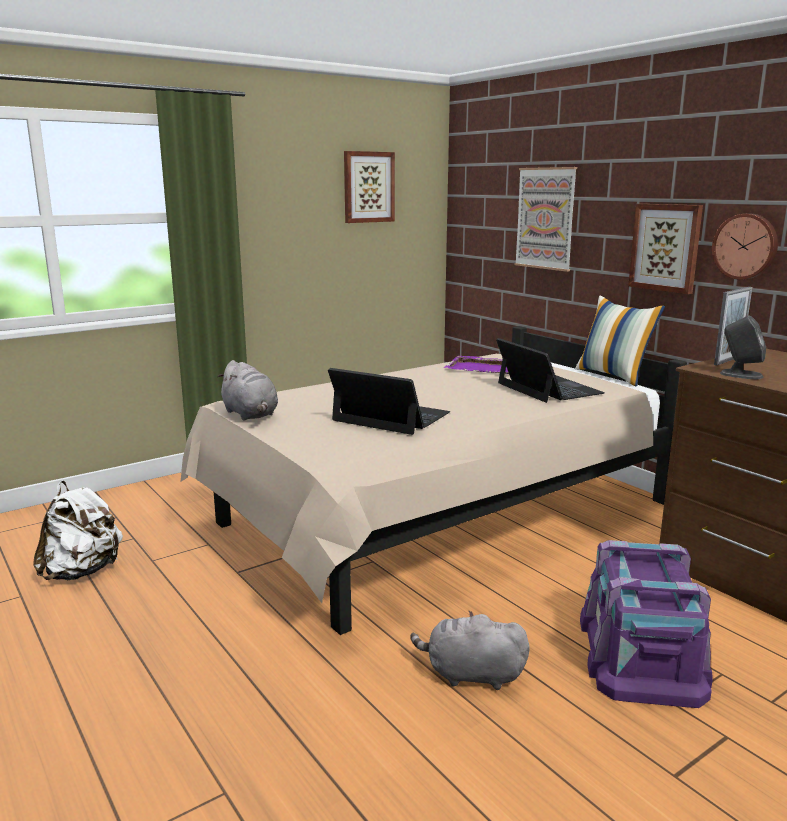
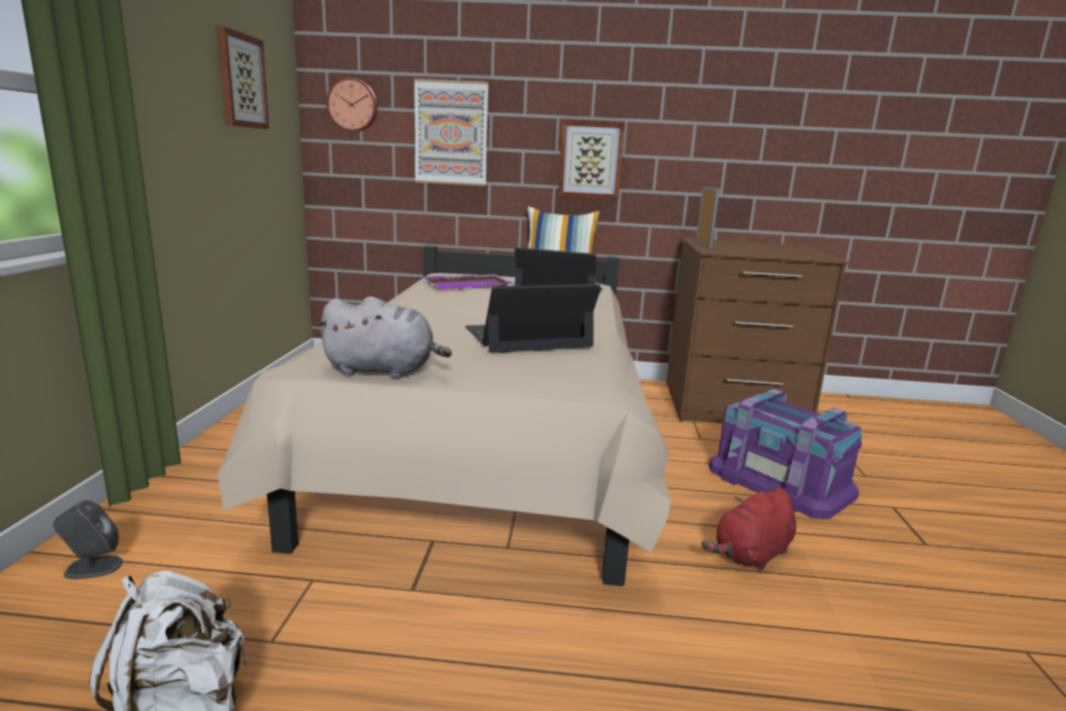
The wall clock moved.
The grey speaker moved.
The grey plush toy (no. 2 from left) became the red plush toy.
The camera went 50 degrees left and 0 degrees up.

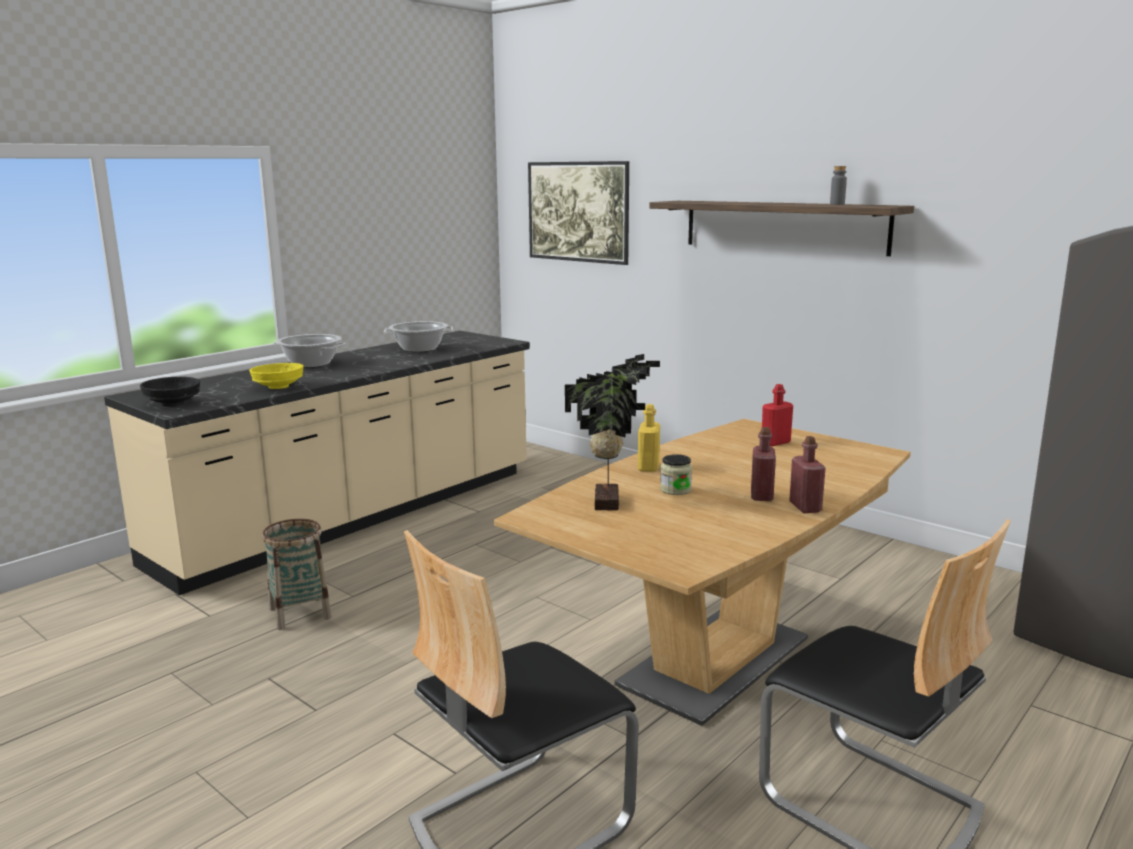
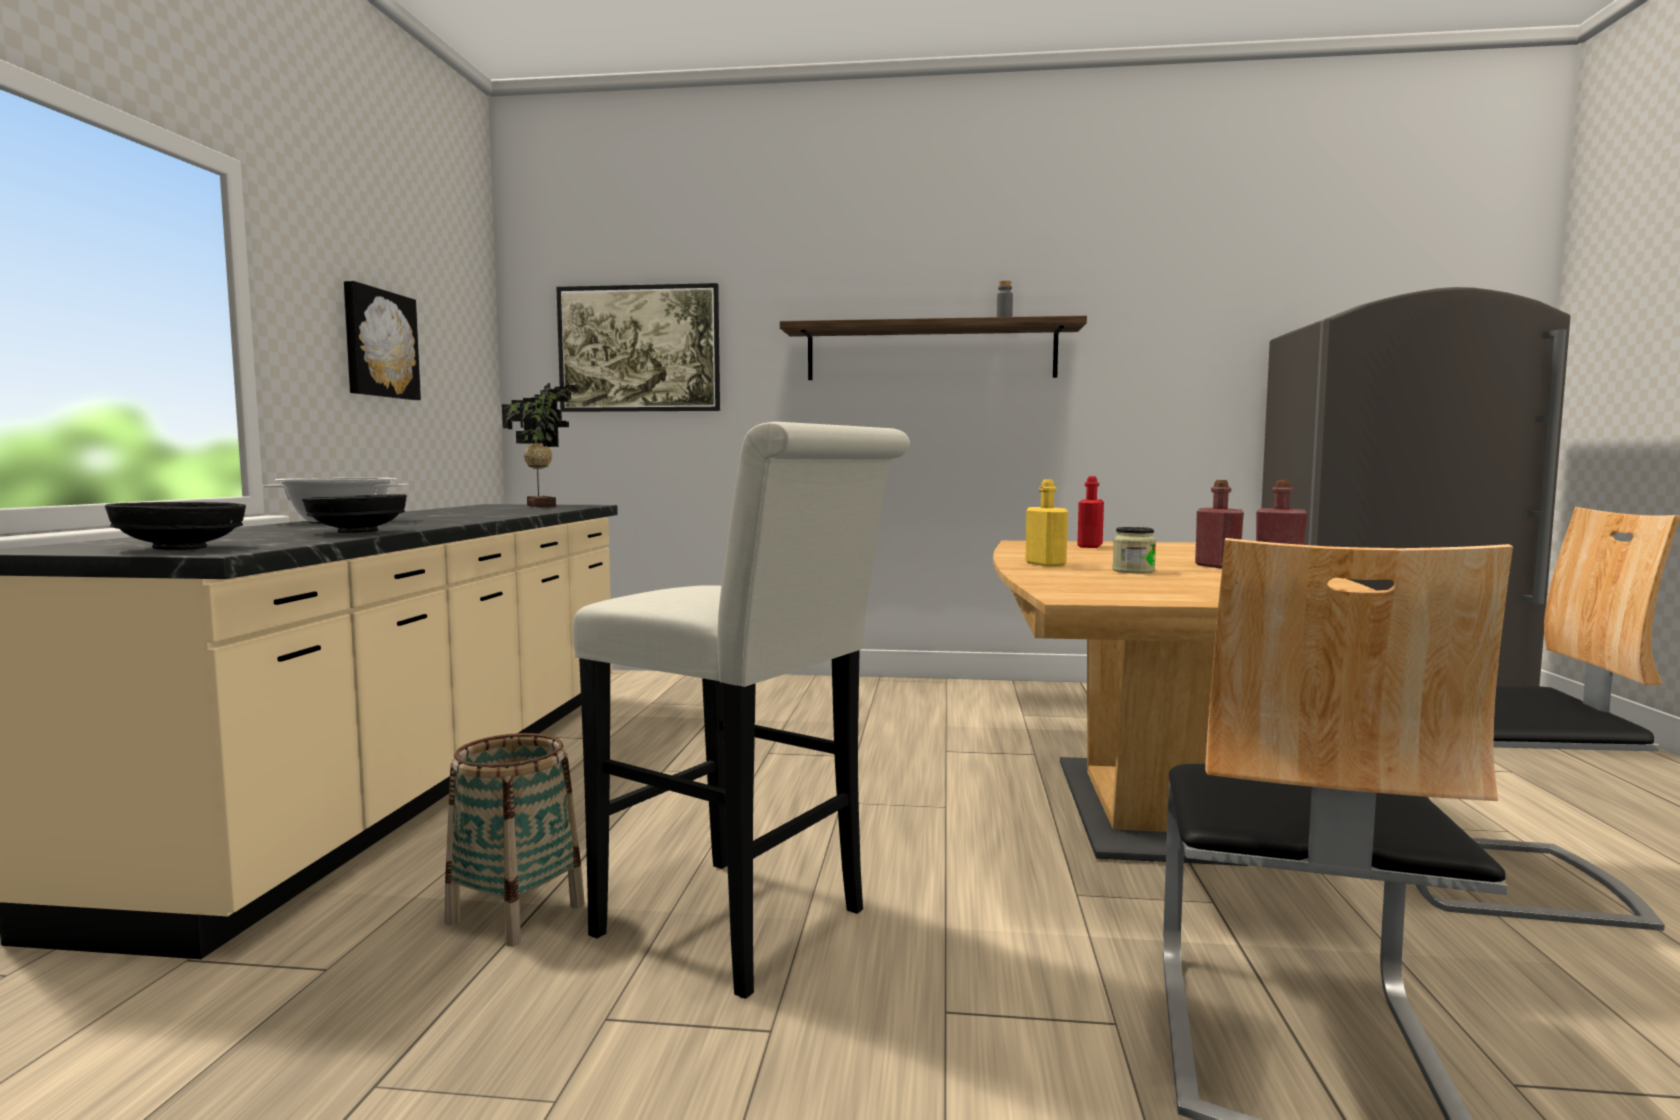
The cooking pot (no. 2 from left) disappeared.
The potted plant moved.
The yellow bowl became the black bowl (no. 2 from left).
The picture (no. 1 from left) appeared.
The white stool appeared.
The camera went 35 degrees left and 10 degrees down.

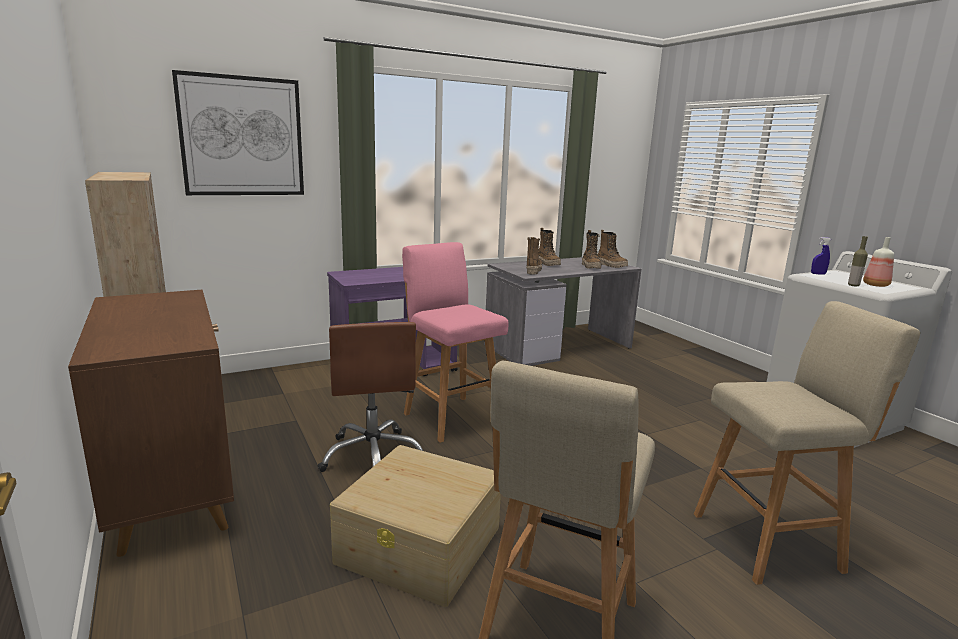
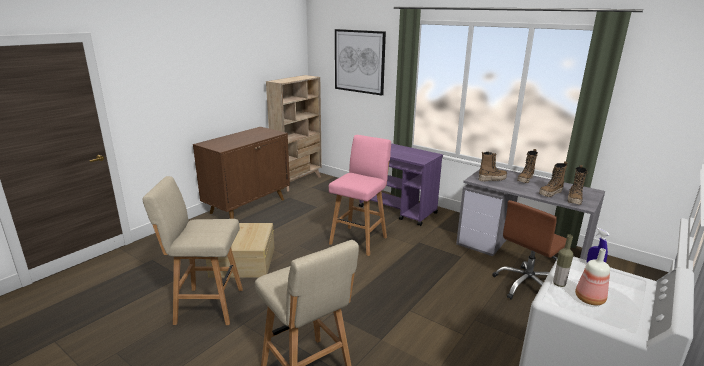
The brown office chair moved.
The camera went 65 degrees right and 5 degrees up.

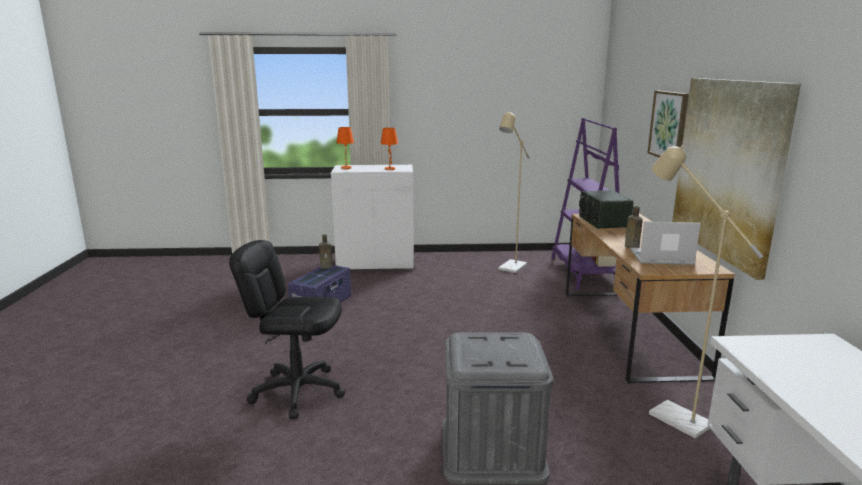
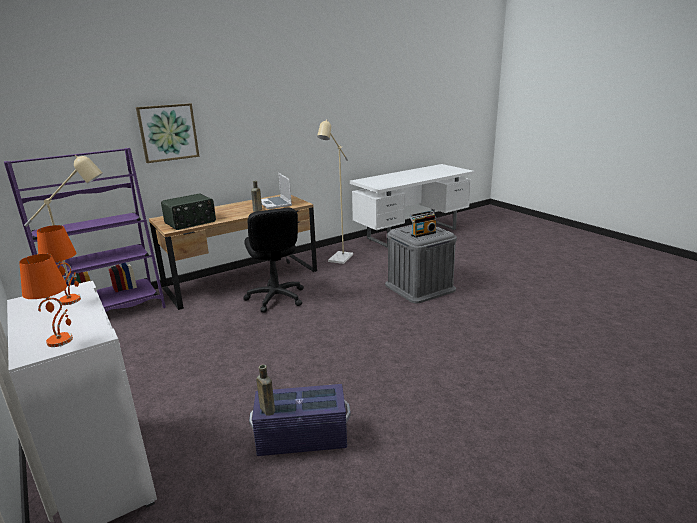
The picture (no. 2 from left) disappeared.
The black office chair moved.
The radio (no. 2 from left) appeared.
The camera went 120 degrees left and 5 degrees up.

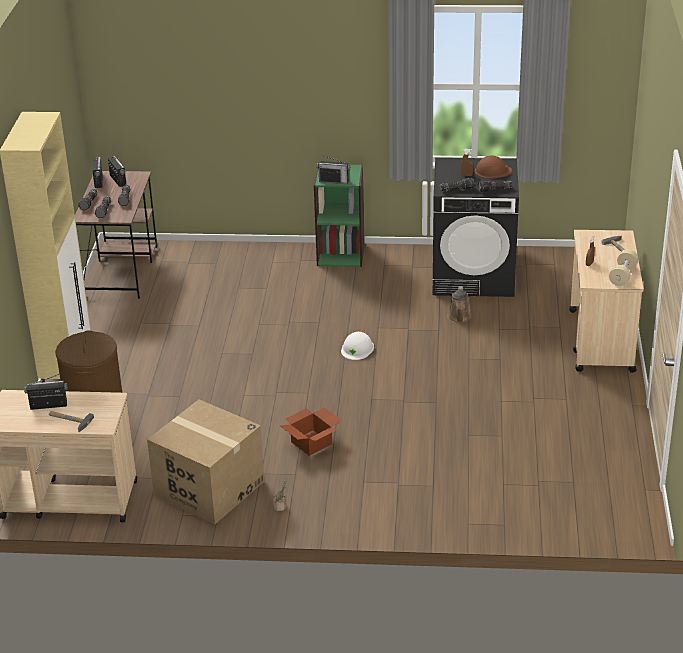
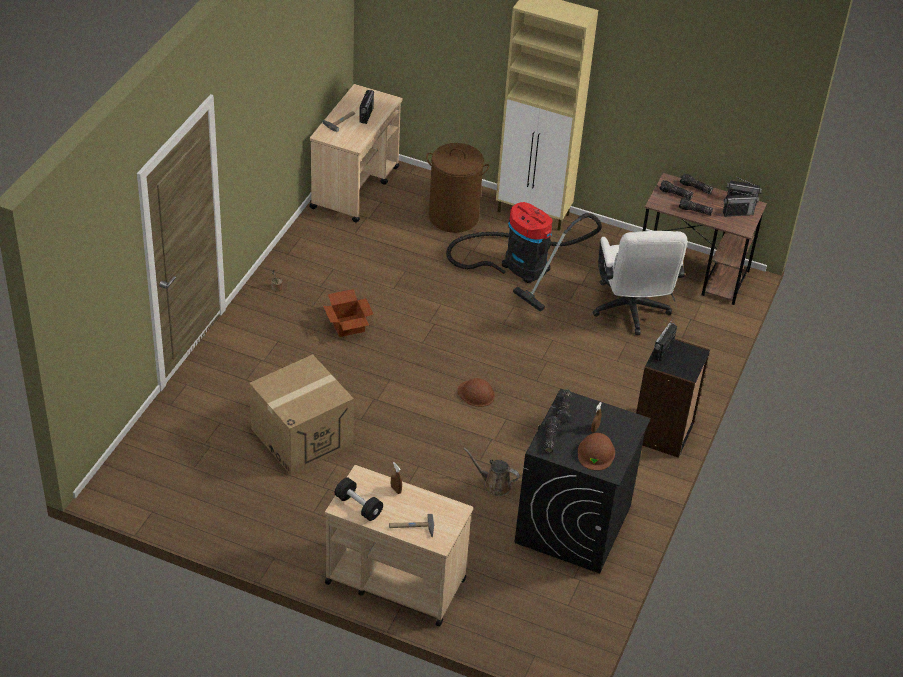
The green bookcase became the black bookcase.
The beige dumbbell became the black dumbbell.
The white hard hat became the brown hard hat (no. 1 from left).
The cardboard box (no. 1 from left) moved.
The vacuum cleaner appeared.
The white office chair appeared.
The camera went 105 degrees right and 10 degrees up.

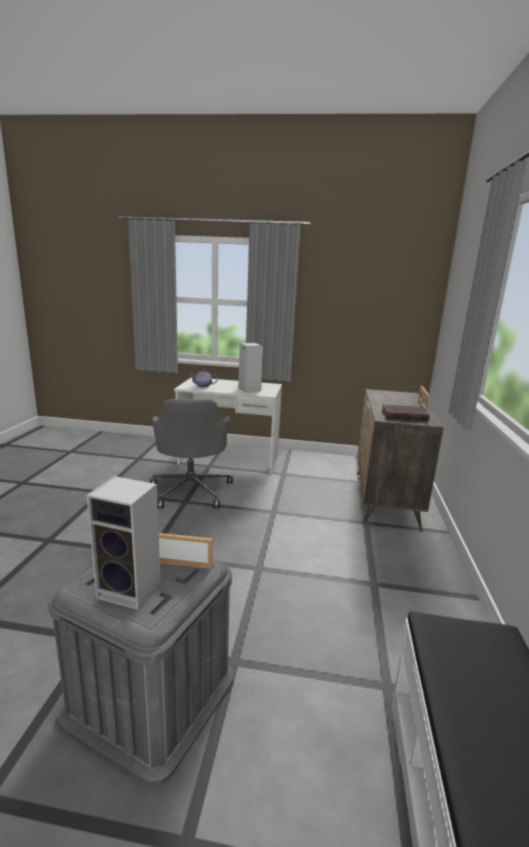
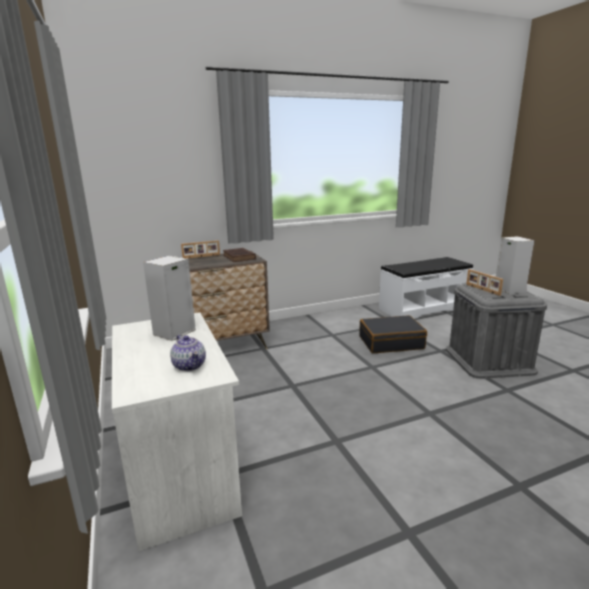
The grey office chair disappeared.
The black suitcase appeared.
The camera went 120 degrees left and 0 degrees up.

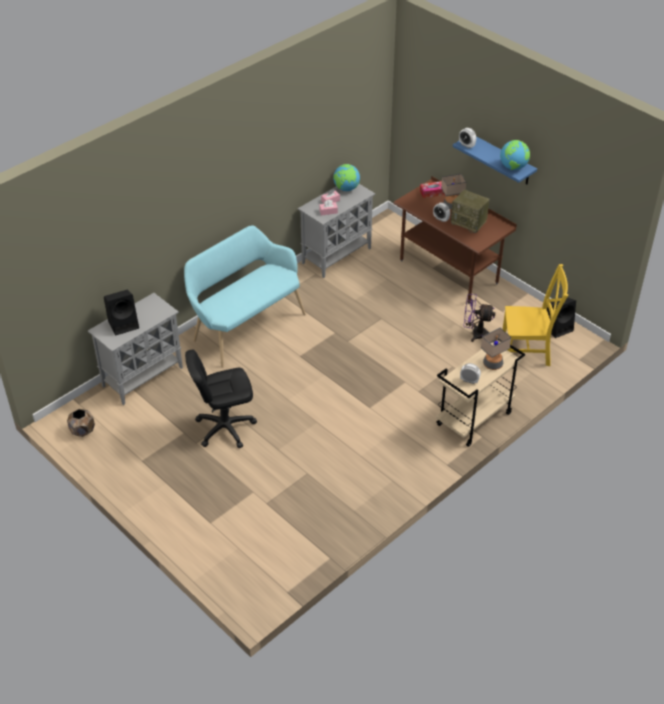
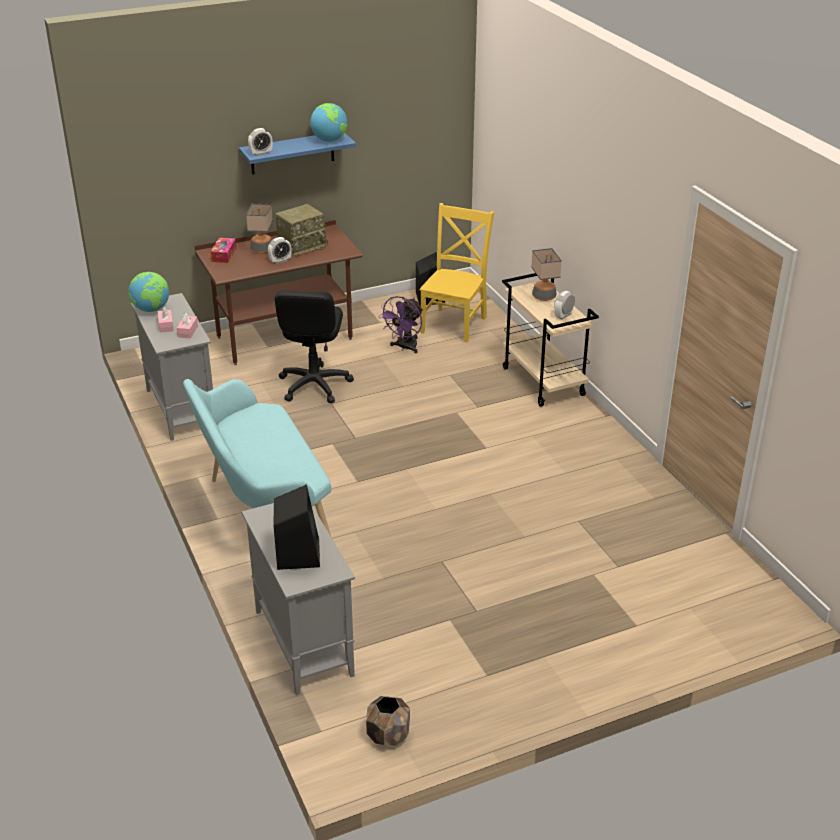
The black office chair moved.
The camera went 70 degrees left and 10 degrees down.

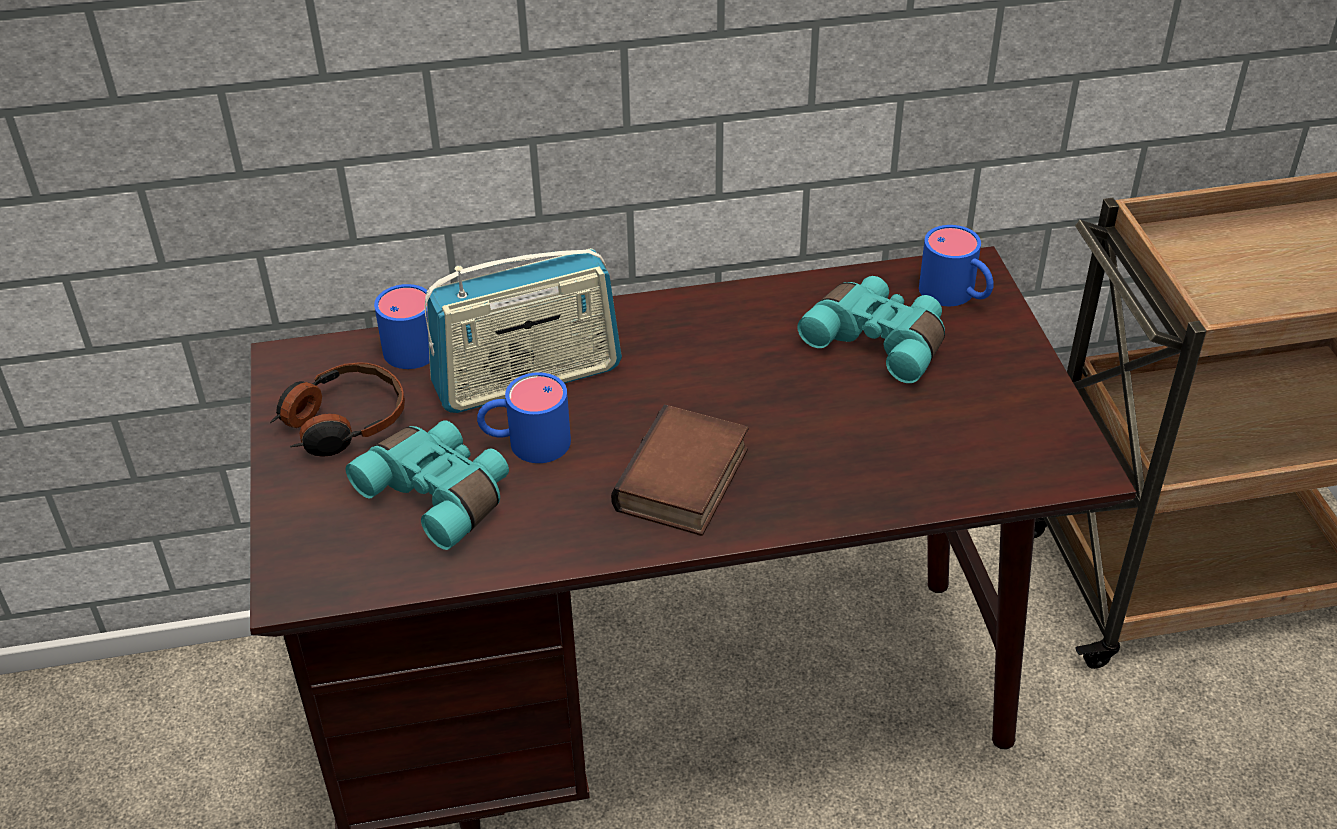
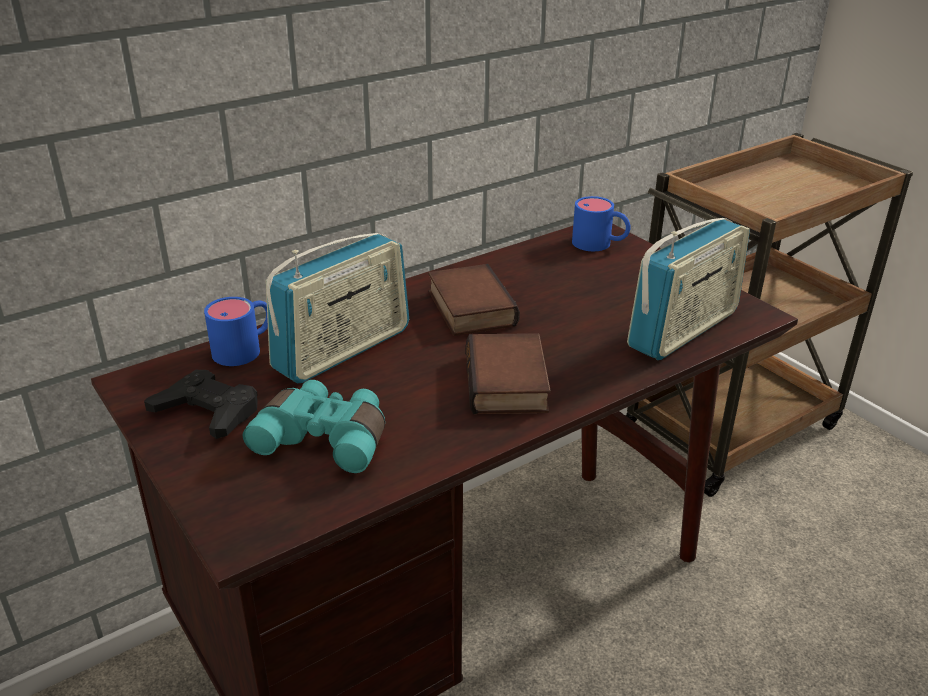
The turquoise binoculars (no. 2 from left) disappeared.
The headphones was replaced by the black game controller.
The blue mug (no. 2 from left) disappeared.
The radio (no. 2 from left) appeared.
The book (no. 1 from left) appeared.
The camera went 25 degrees left and 10 degrees down.

